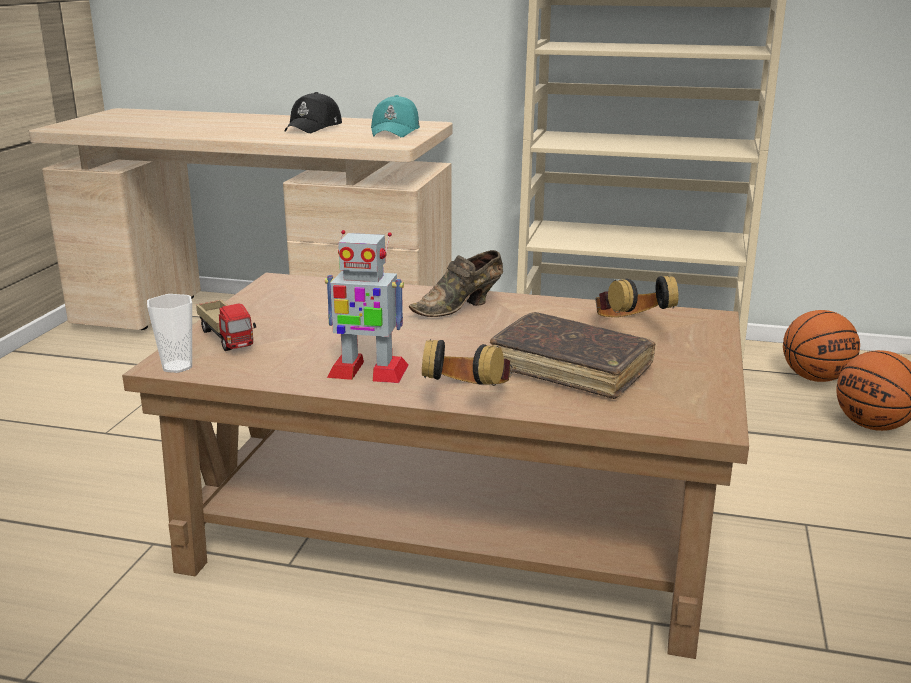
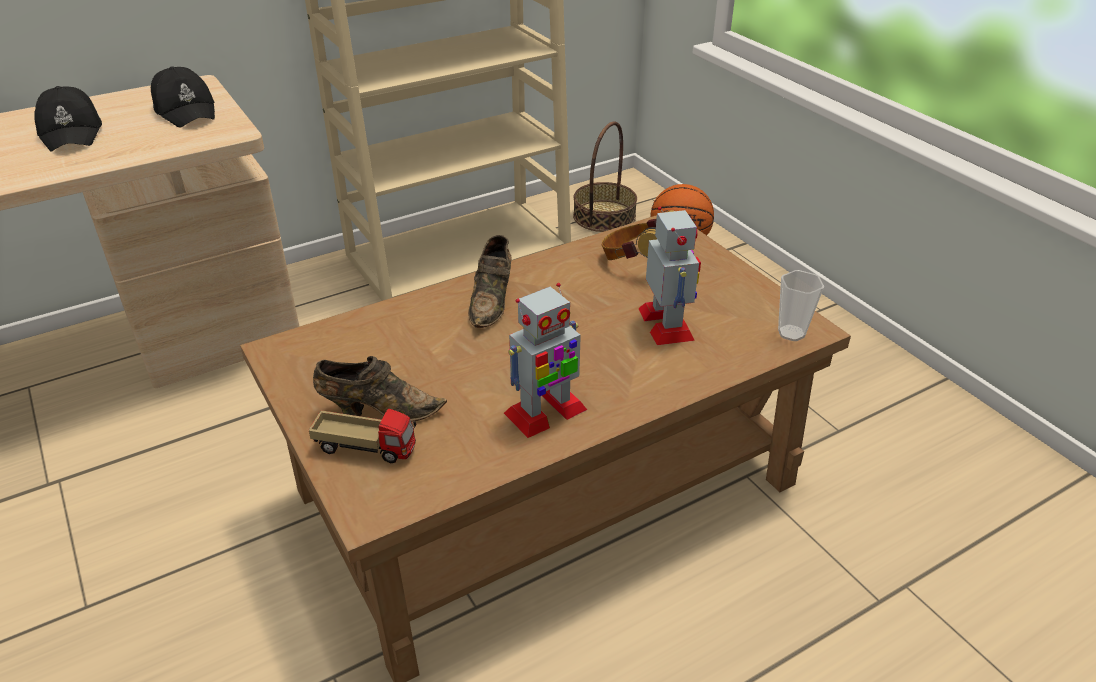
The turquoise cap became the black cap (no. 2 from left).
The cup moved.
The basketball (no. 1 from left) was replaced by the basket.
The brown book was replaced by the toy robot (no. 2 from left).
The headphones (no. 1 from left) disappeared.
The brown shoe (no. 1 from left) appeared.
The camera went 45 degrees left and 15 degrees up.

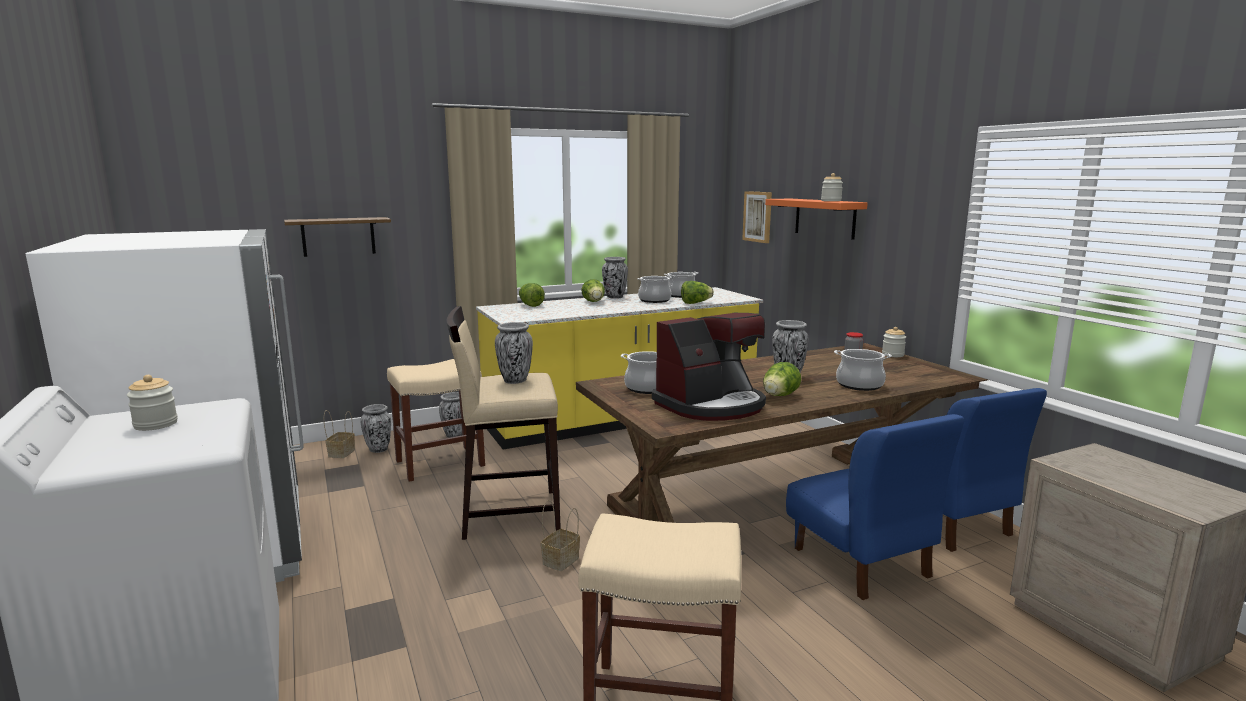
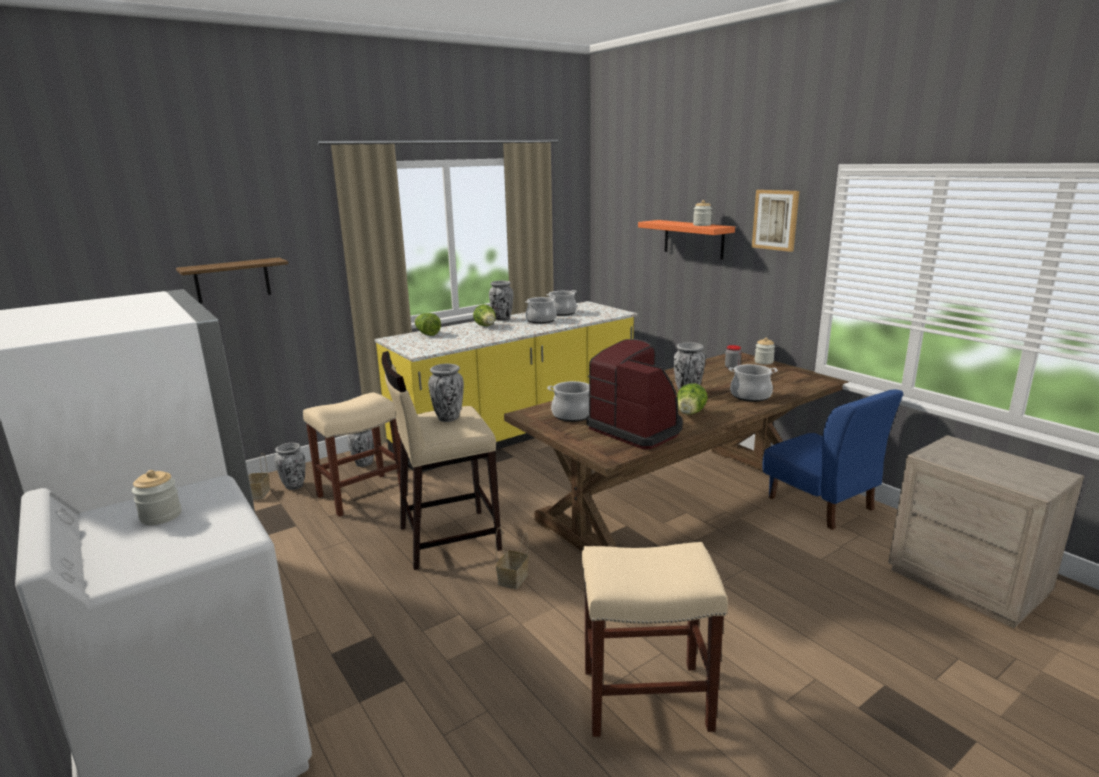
The picture moved.
The lettuce (no. 3 from left) disappeared.
The coffee machine turned 90 degrees counterclockwise.
The blue chair (no. 1 from left) disappeared.
The camera went 10 degrees left and 5 degrees up.

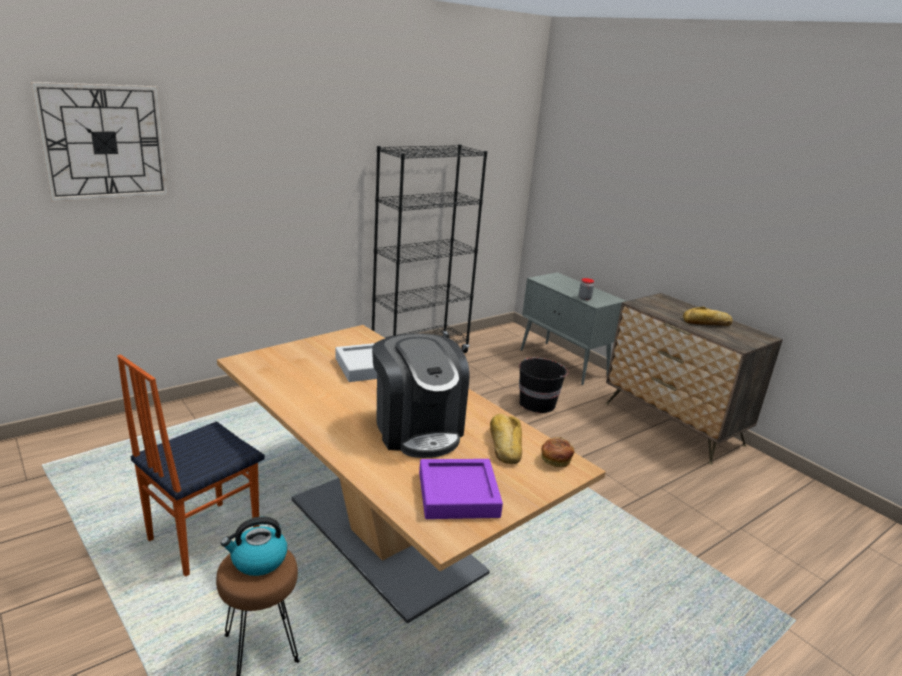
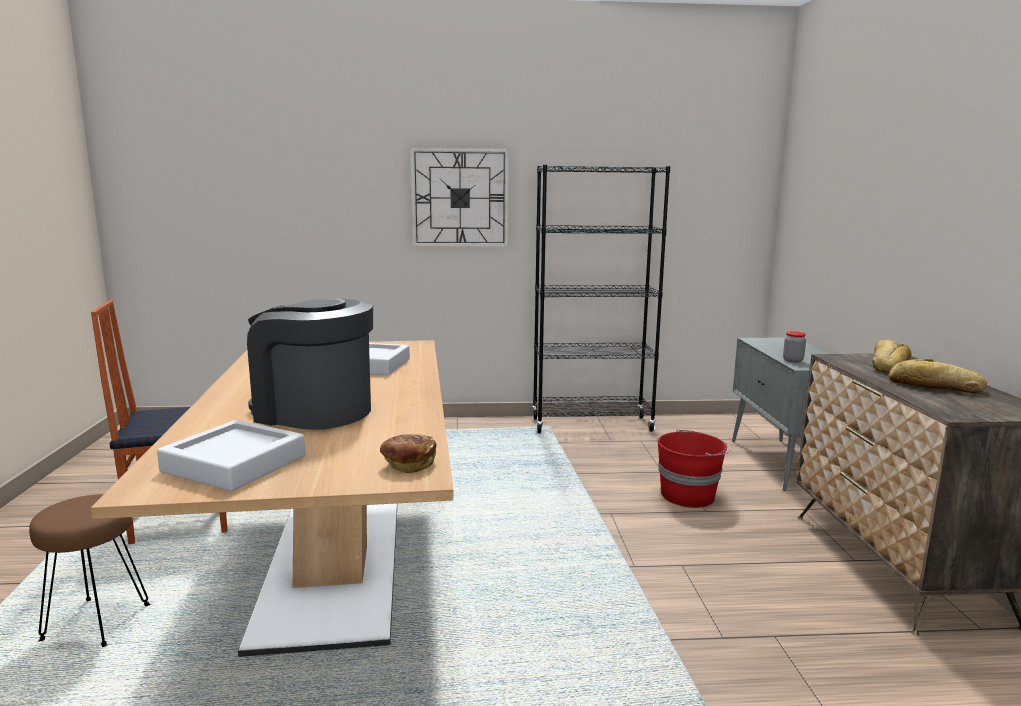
The wall clock moved.
The coffee machine turned 105 degrees clockwise.
The black bucket became the red bucket.
The bread (no. 1 from left in the first image) moved.
The purple tray became the grey tray (no. 1 from left).
The kettle disappeared.
The camera went 35 degrees right and 10 degrees down.

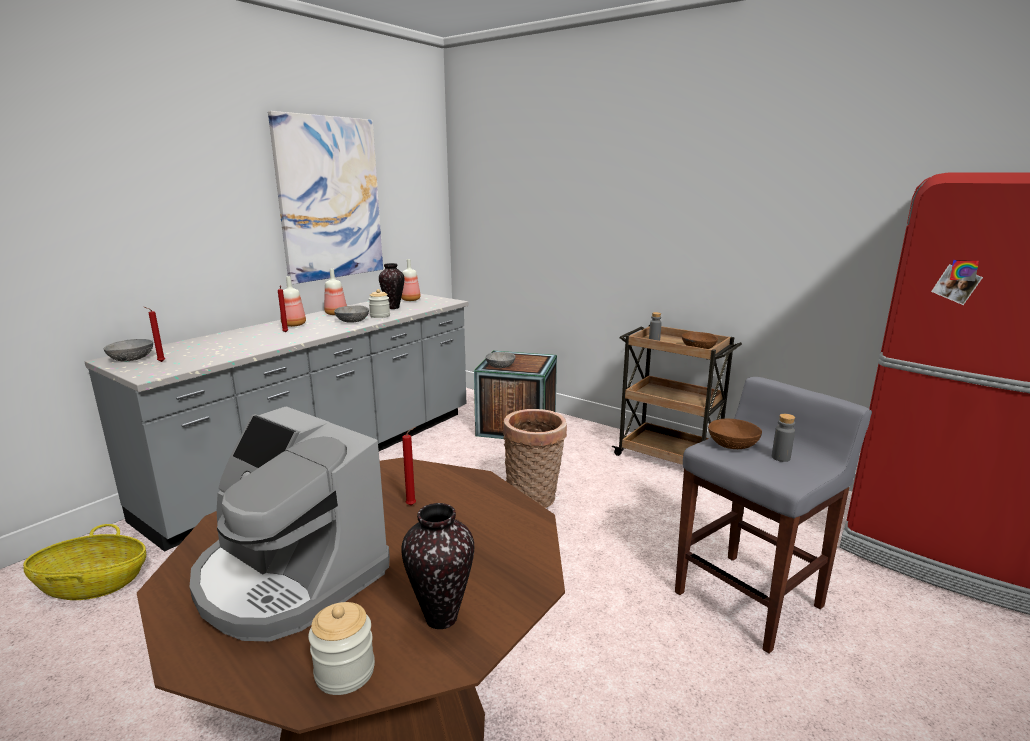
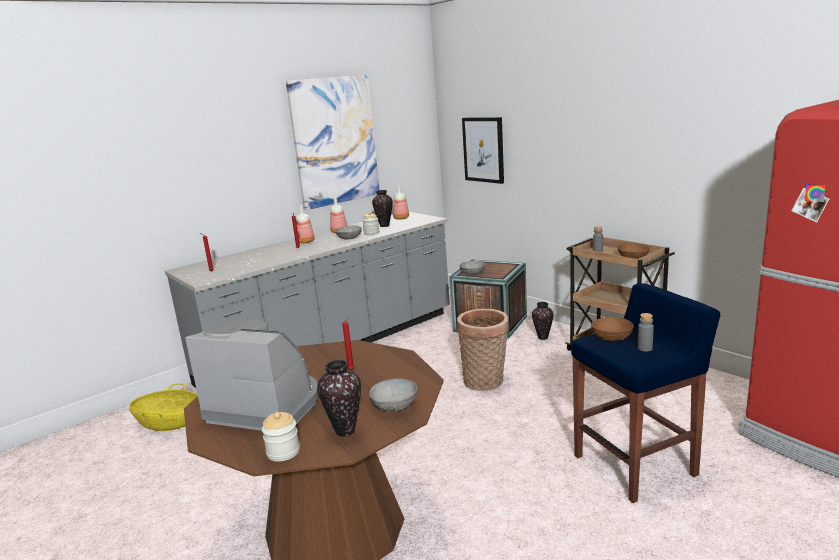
The grey bowl (no. 1 from left in the first image) moved.
The grey stool became the blue stool.
The coffee machine turned 150 degrees clockwise.
The picture (no. 2 from left) appeared.
The vase (no. 3 from left) appeared.
The camera went 15 degrees right and 0 degrees up.

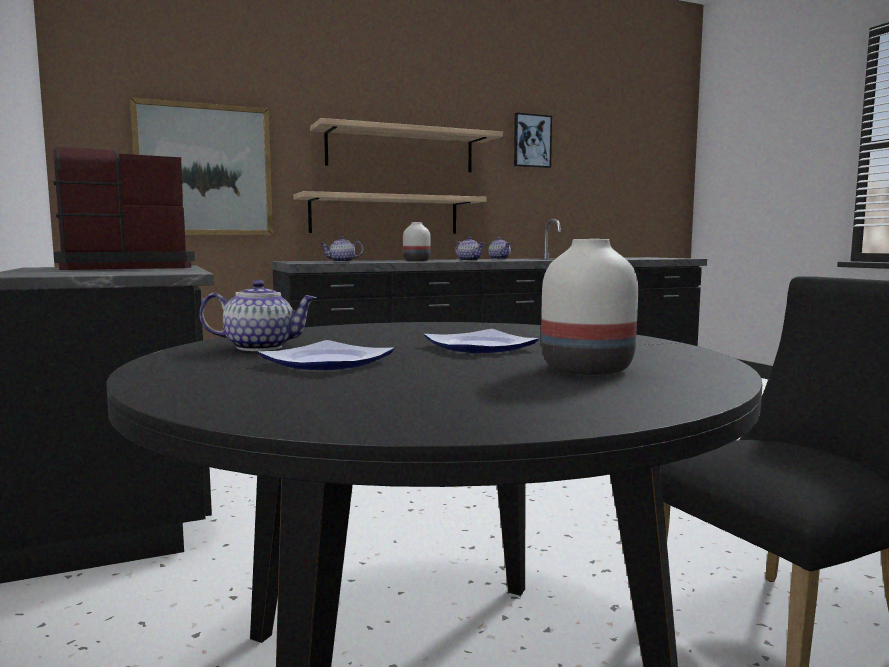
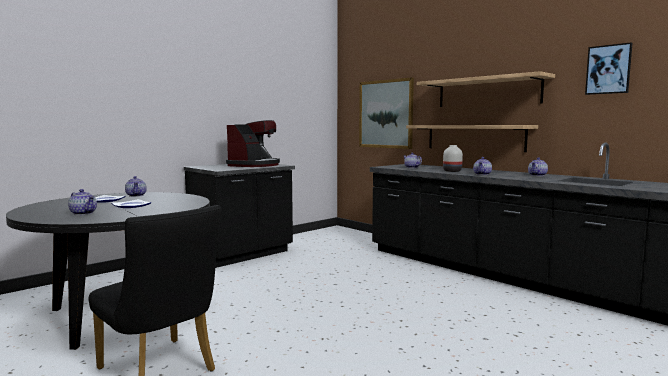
The coffee machine turned 75 degrees clockwise.
The white vase (no. 2 from left) was replaced by the teapot (no. 1 from left).
The camera went 70 degrees right and 0 degrees up.

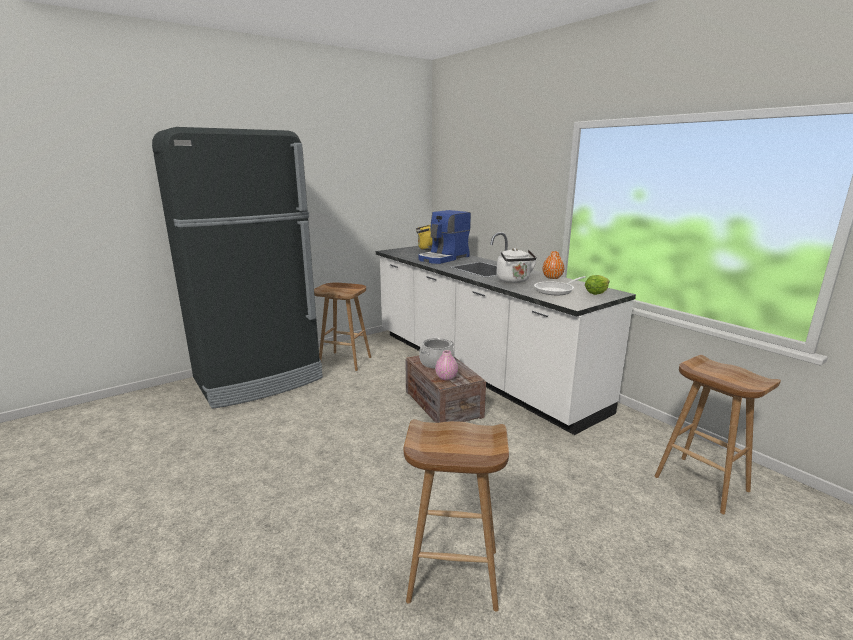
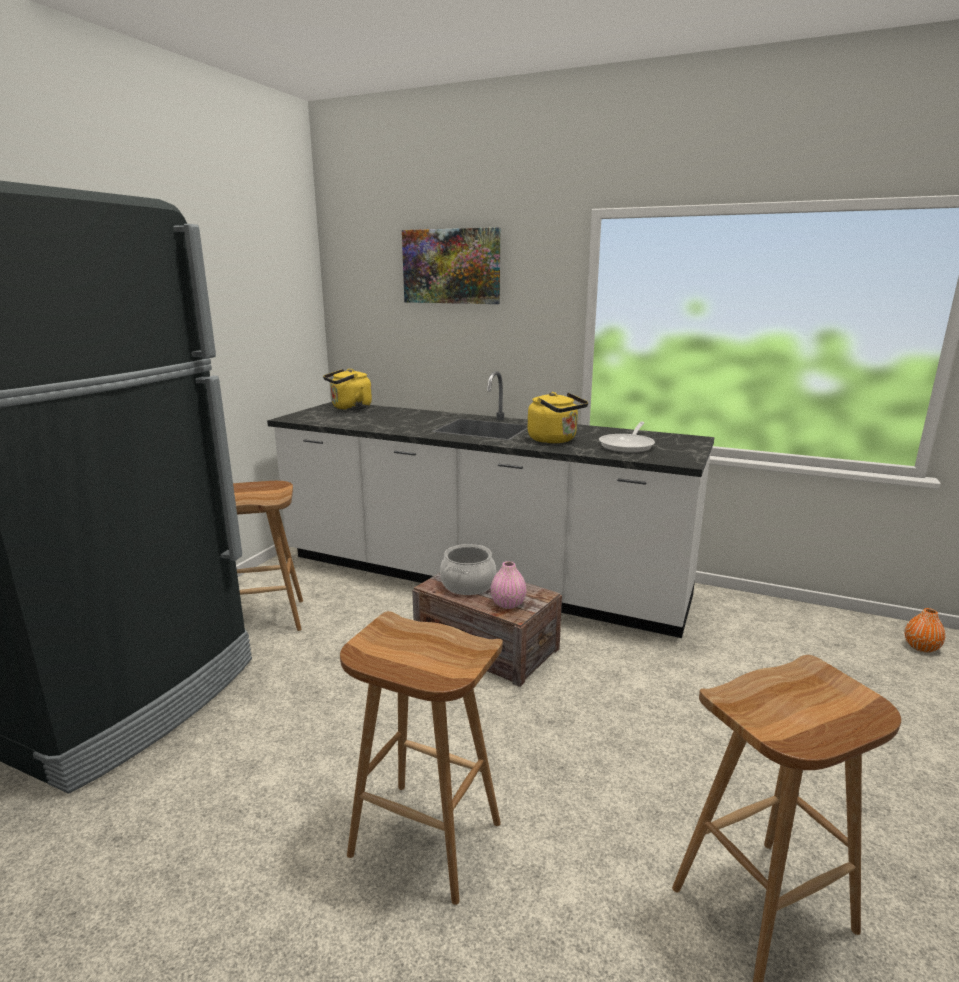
The coffee machine disappeared.
The white kettle became the yellow kettle (no. 2 from left).
The orange vase moved.
The lettuce disappeared.
The brown stool (no. 3 from left in the first image) moved.
The picture appeared.
The camera went 30 degrees left and 0 degrees up.

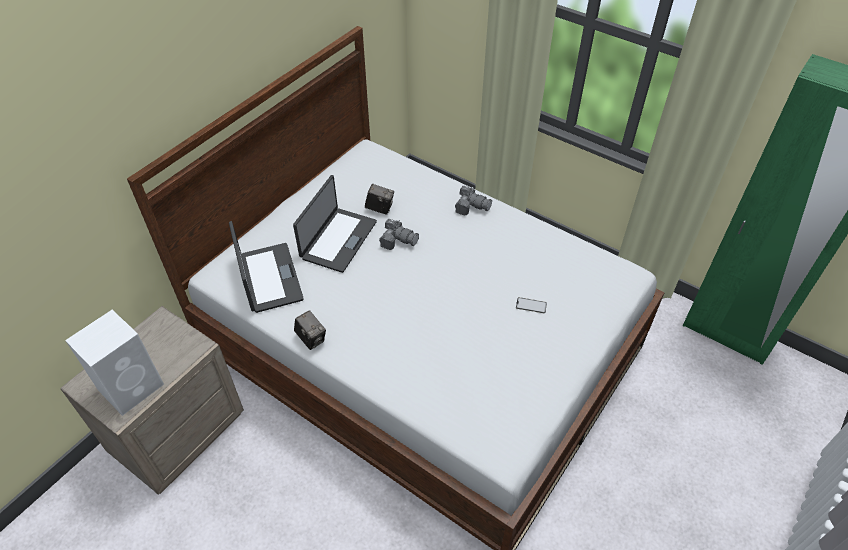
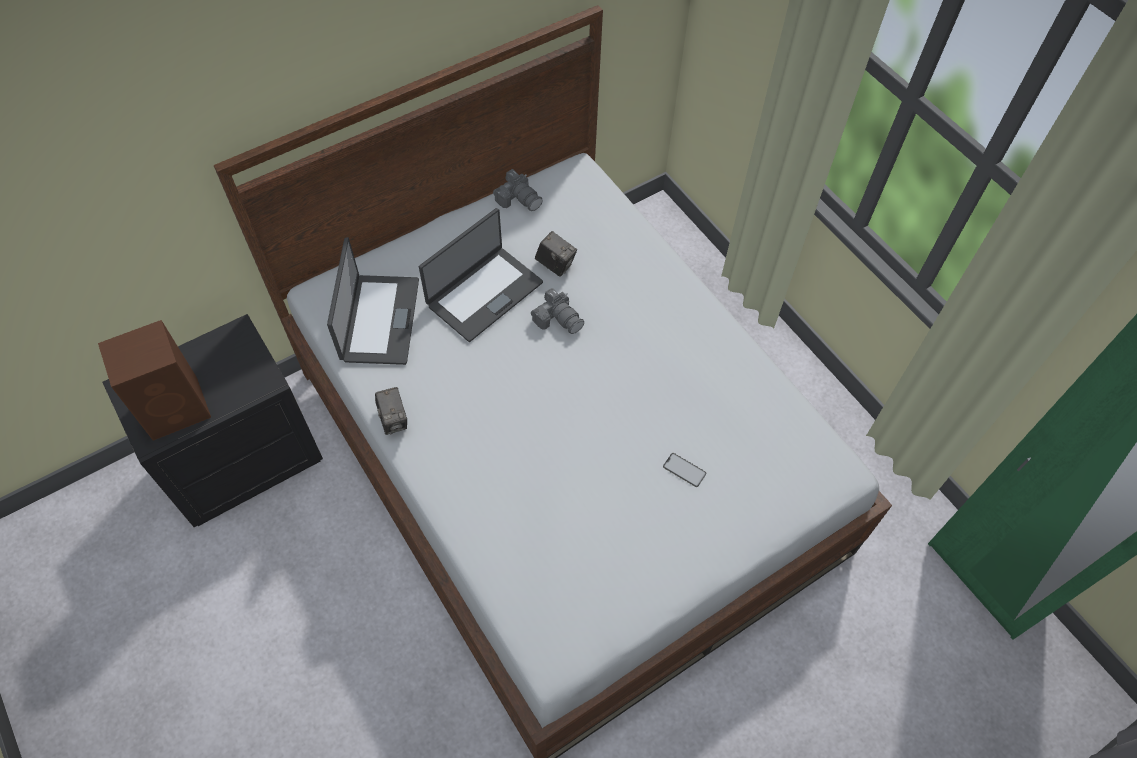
The photo camera (no. 4 from left in the first image) moved.
The beige nightstand became the black nightstand.
The white speaker became the brown speaker.
The camera went 20 degrees right and 10 degrees up.

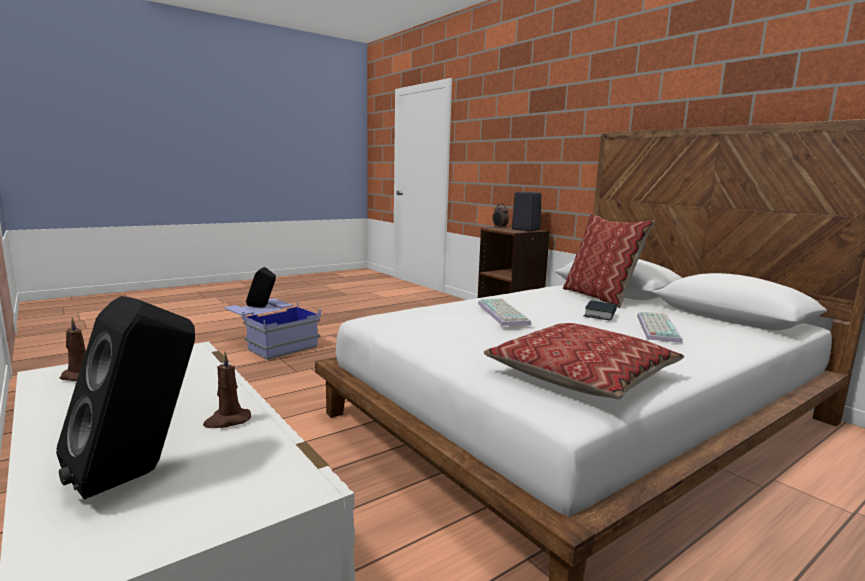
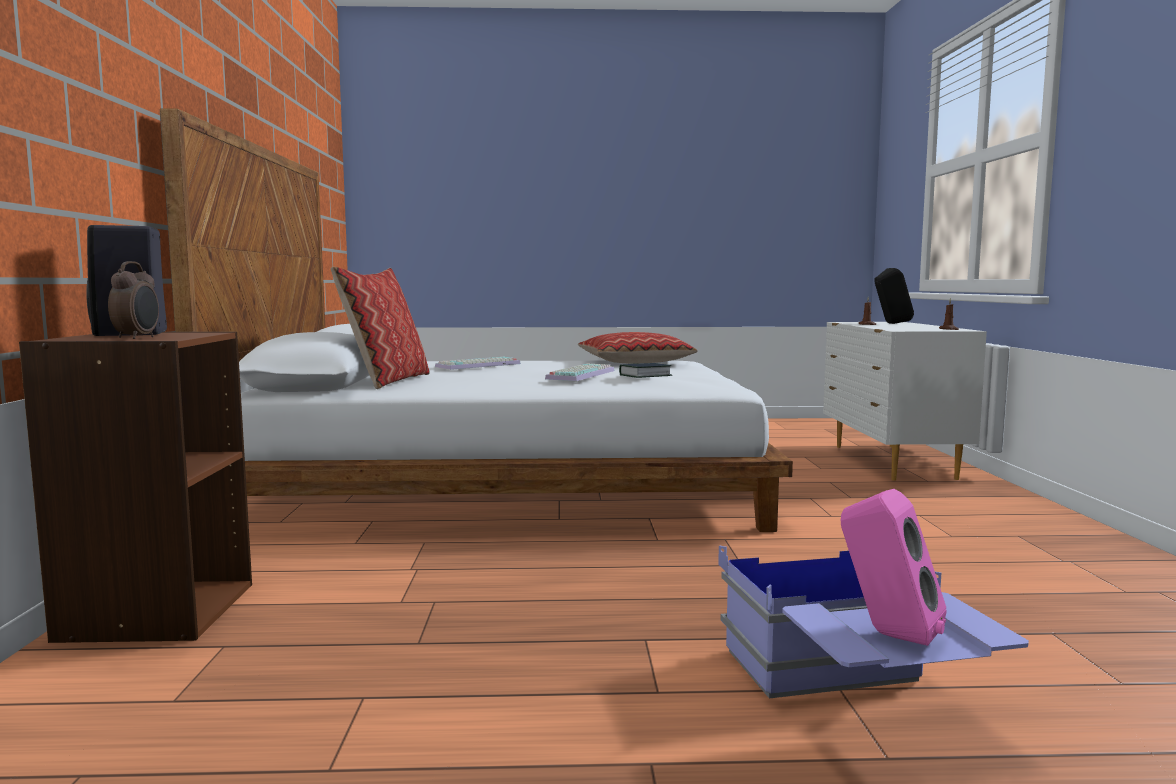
The black speaker (no. 2 from left) became the pink speaker.
The book moved.
The camera went 145 degrees left and 5 degrees down.

